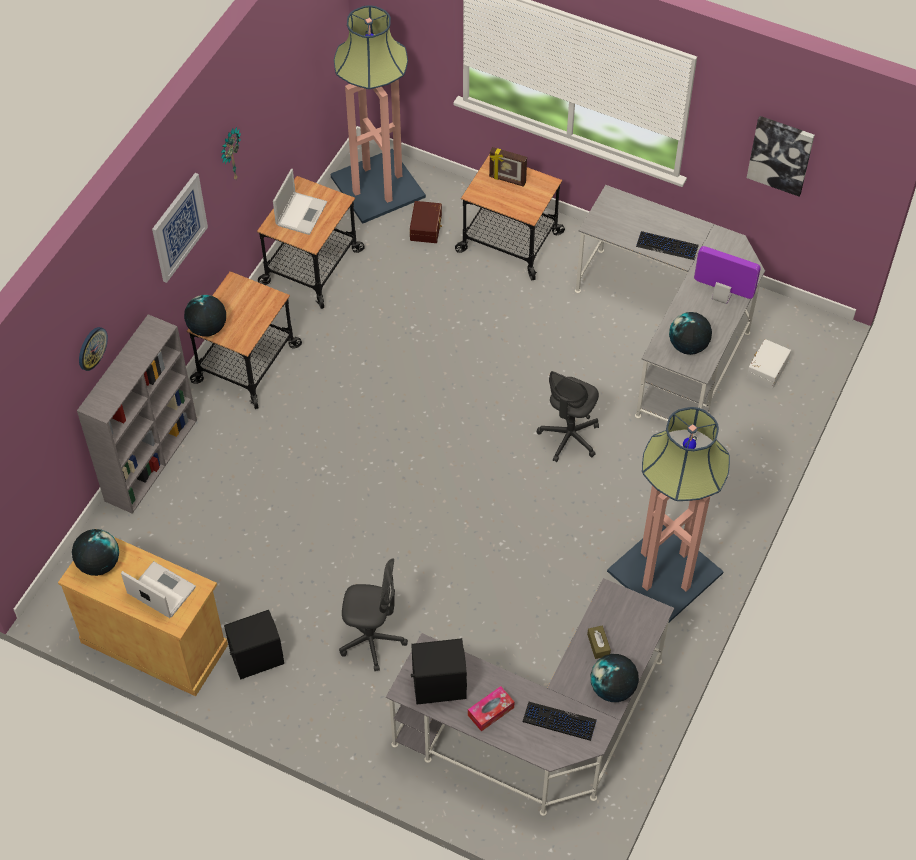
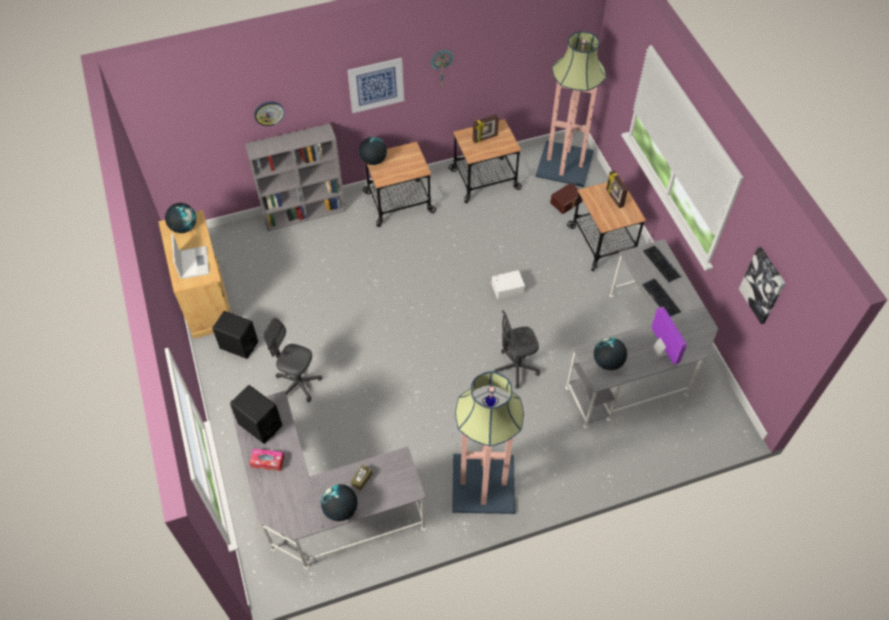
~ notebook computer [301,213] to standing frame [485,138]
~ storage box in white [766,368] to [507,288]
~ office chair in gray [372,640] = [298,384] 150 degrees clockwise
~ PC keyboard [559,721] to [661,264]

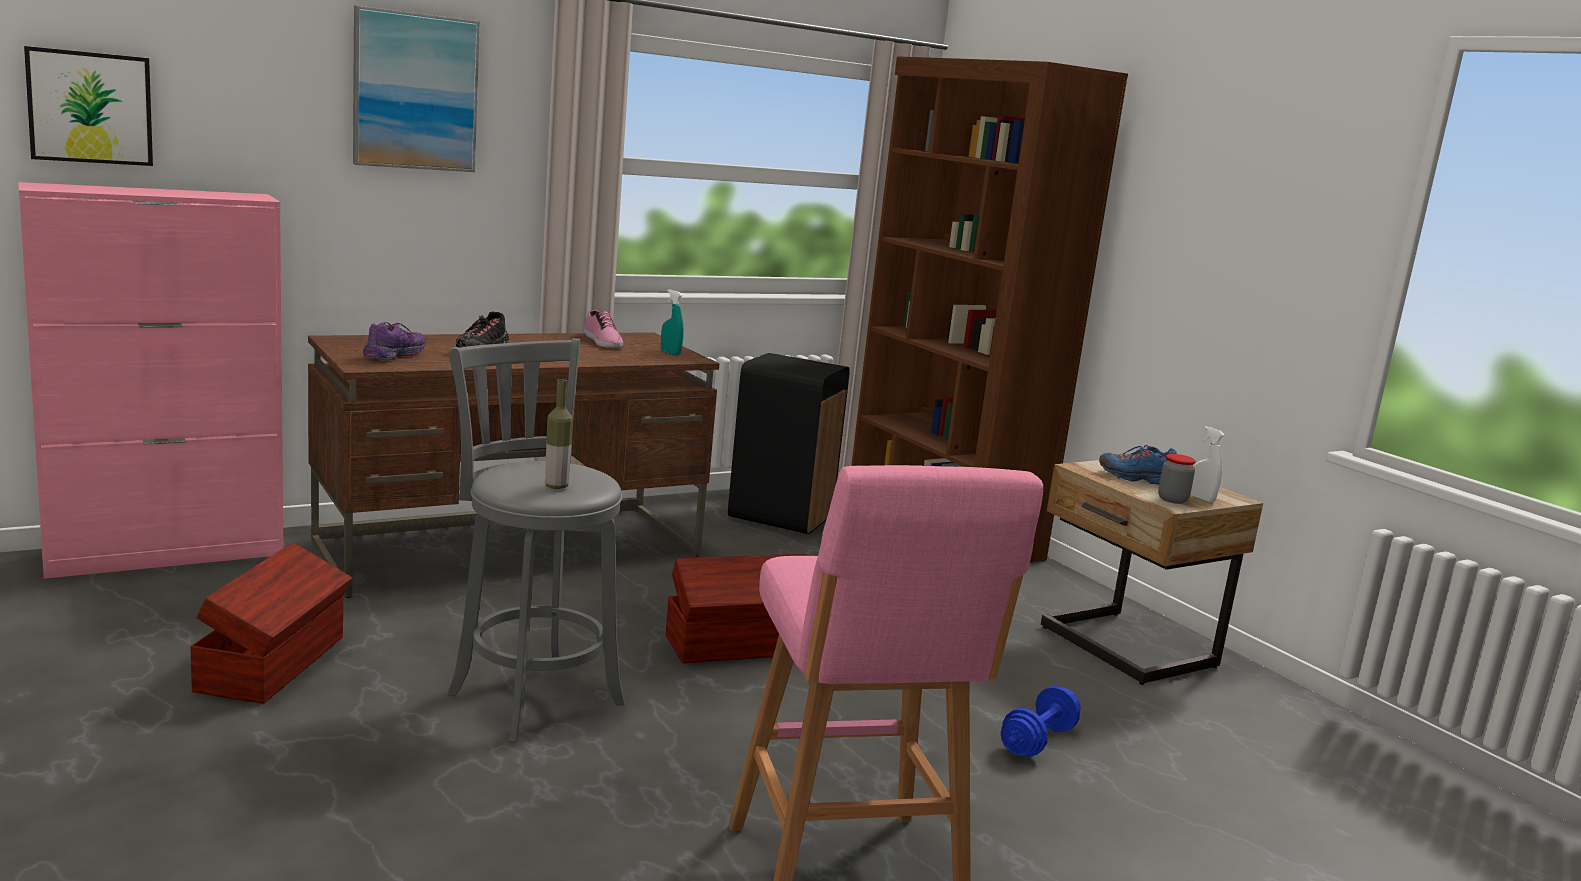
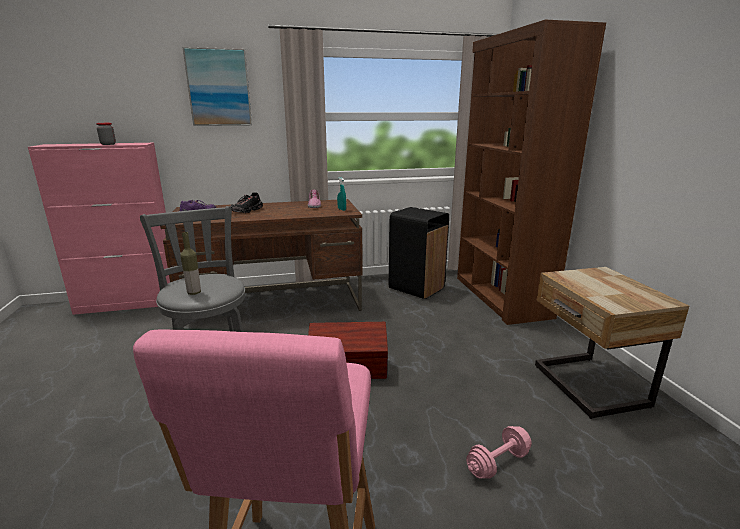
- wall picture [90,107]
- sprayer in white [1201,498]
- shoe in blue [1138,479]
~ jar [1172,500] to [108,144]
- storage box in brown-coloured [275,663]
~ hand weight in blue [1037,741] to hand weight in pinkish [497,463]

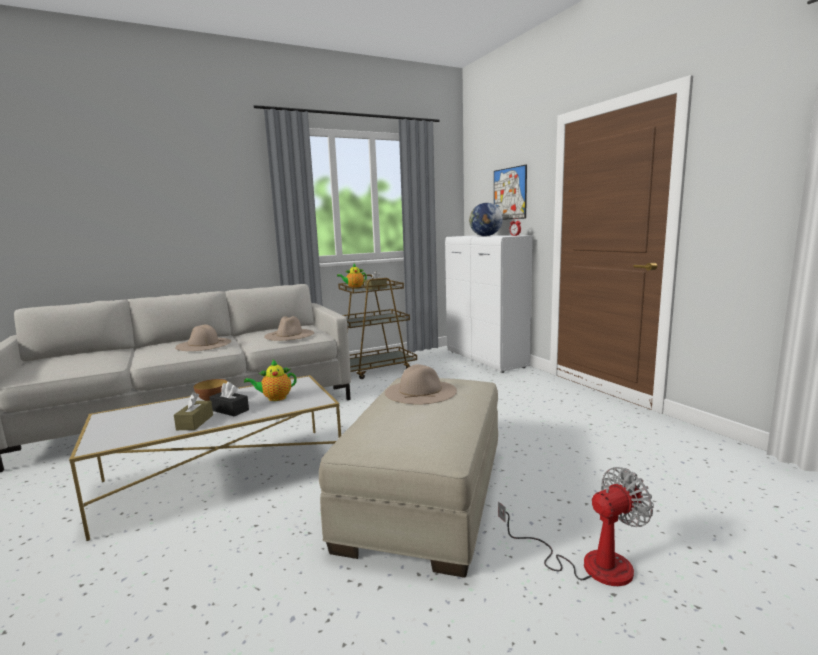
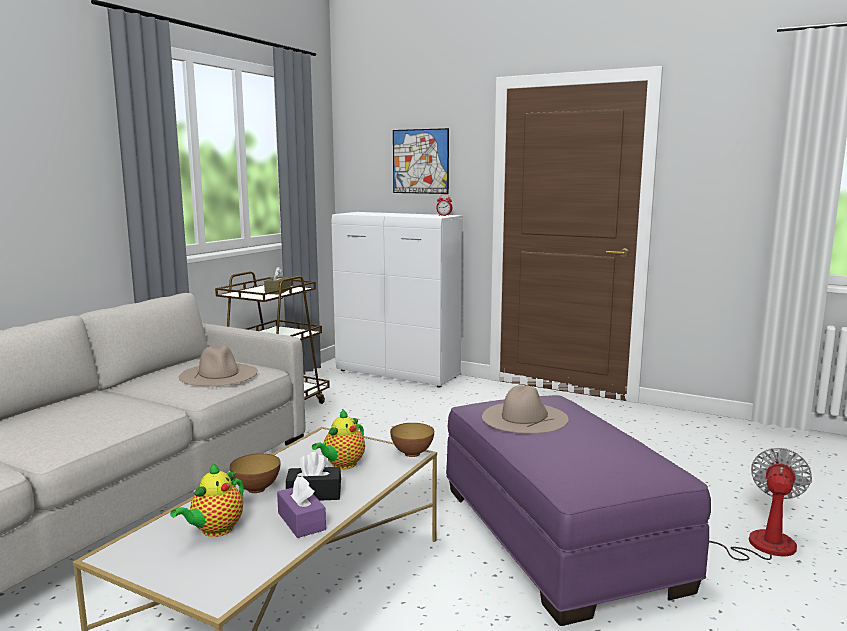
- desk globe [485,236]
~ pot for tea [354,288] to [215,530]
- hat in beige-coloured [203,344]
~ footrest in beige-coloured [426,493] to footrest in purplish [556,534]
~ box of tissues in brown-coloured [195,422] to box of tissues in purplish [301,521]
+ deep dish [412,454]

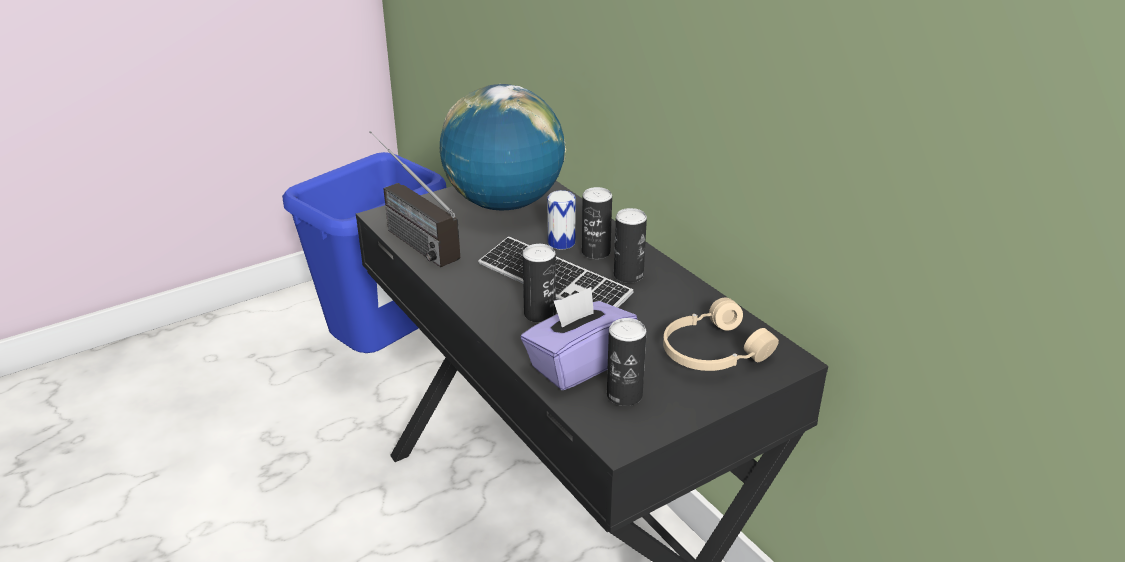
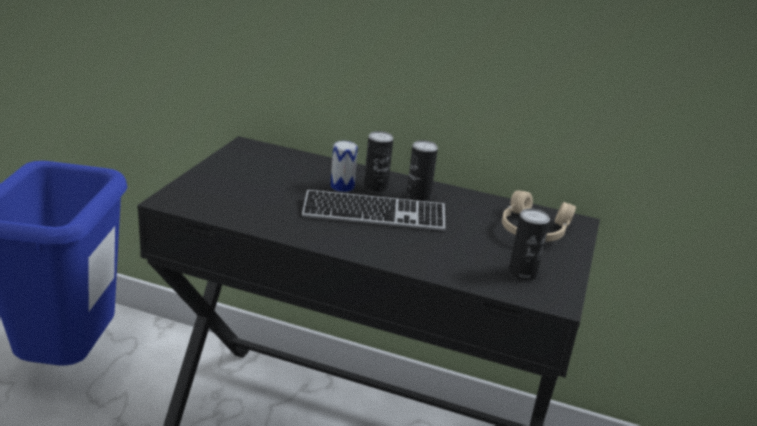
- desk globe [504,204]
- radio receiver [406,235]
- sealed can [540,314]
- box of tissues in purplish [578,364]

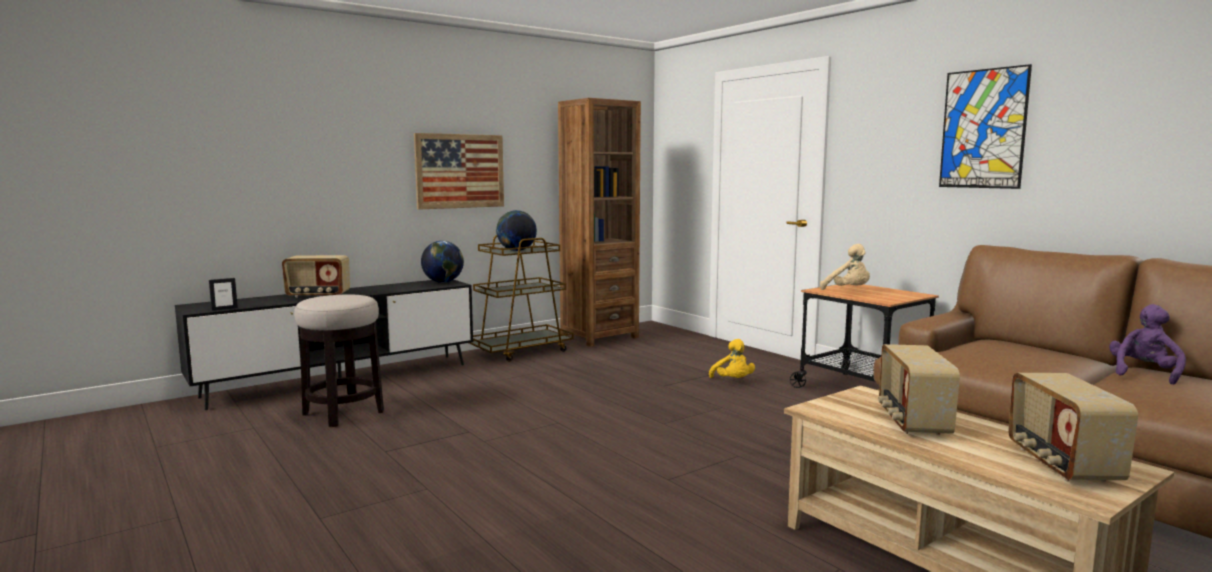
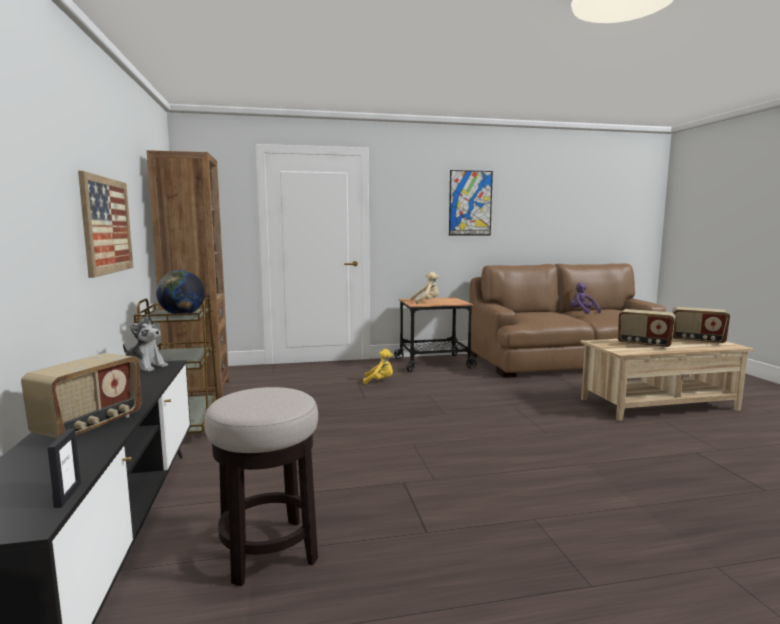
~ desk globe [443,282] to soft toy [145,367]

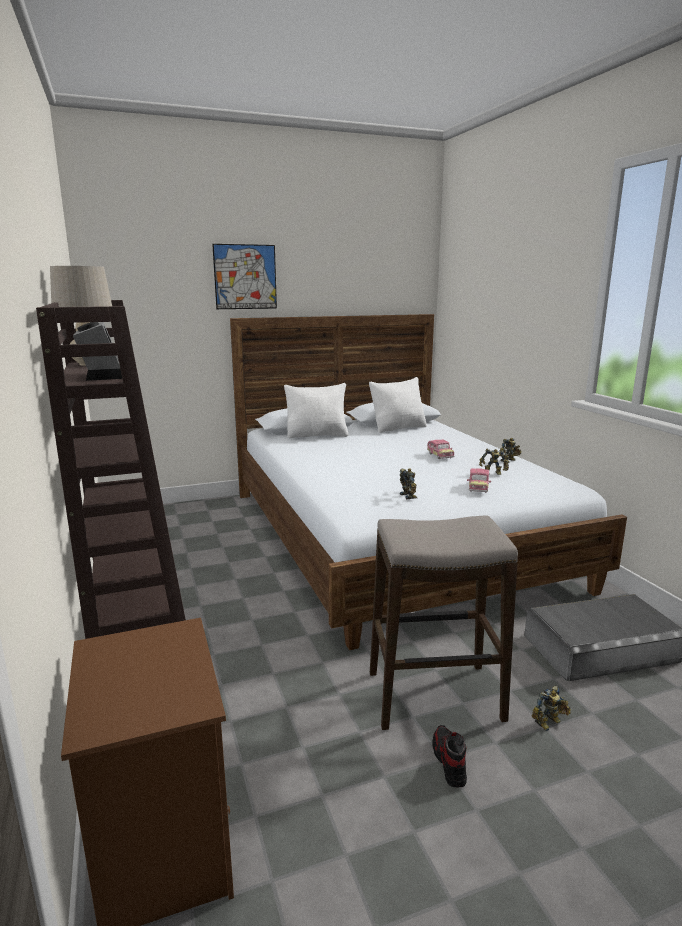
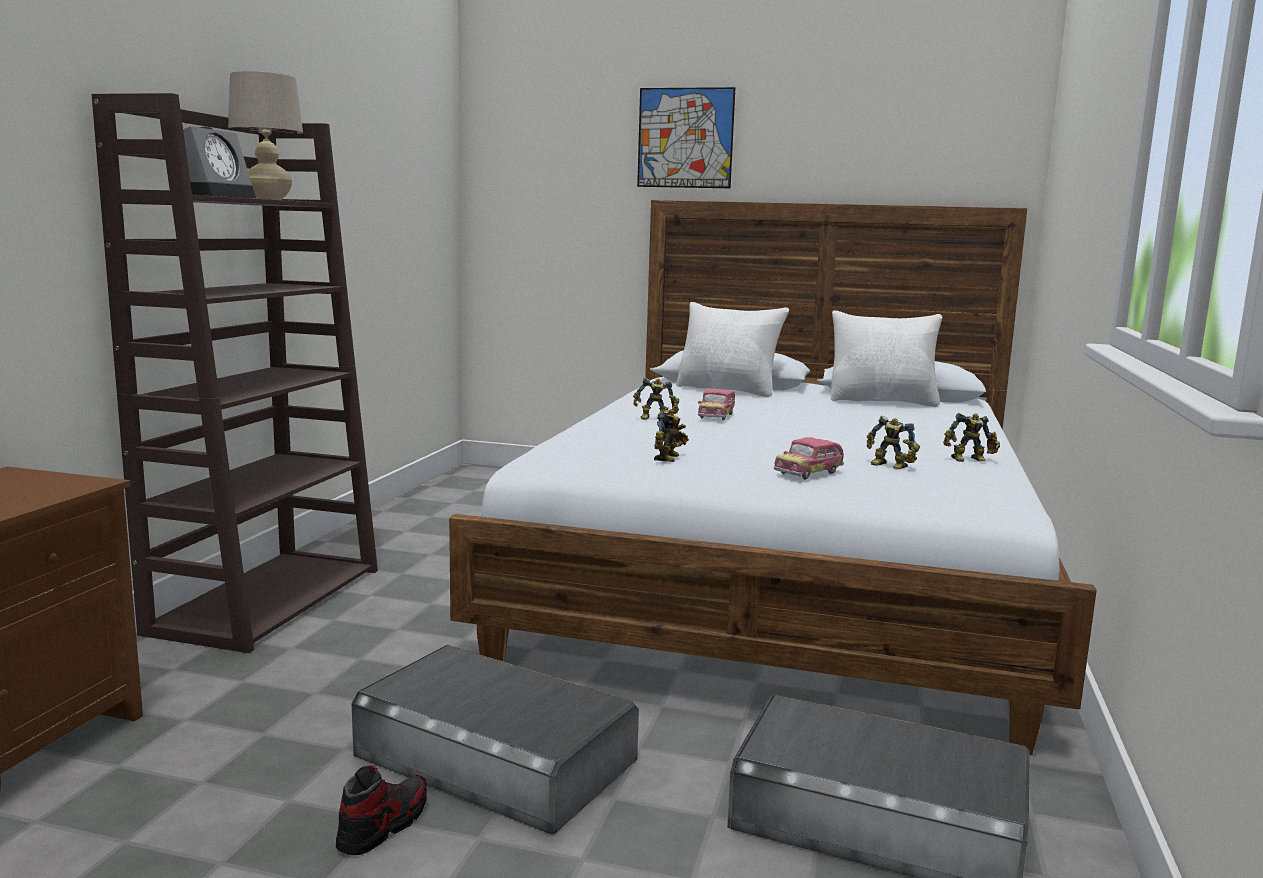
~ toy car [440,456] to [716,416]
~ stool [434,696] to storage box in gray [496,757]
~ toy robot [549,723] to [655,419]

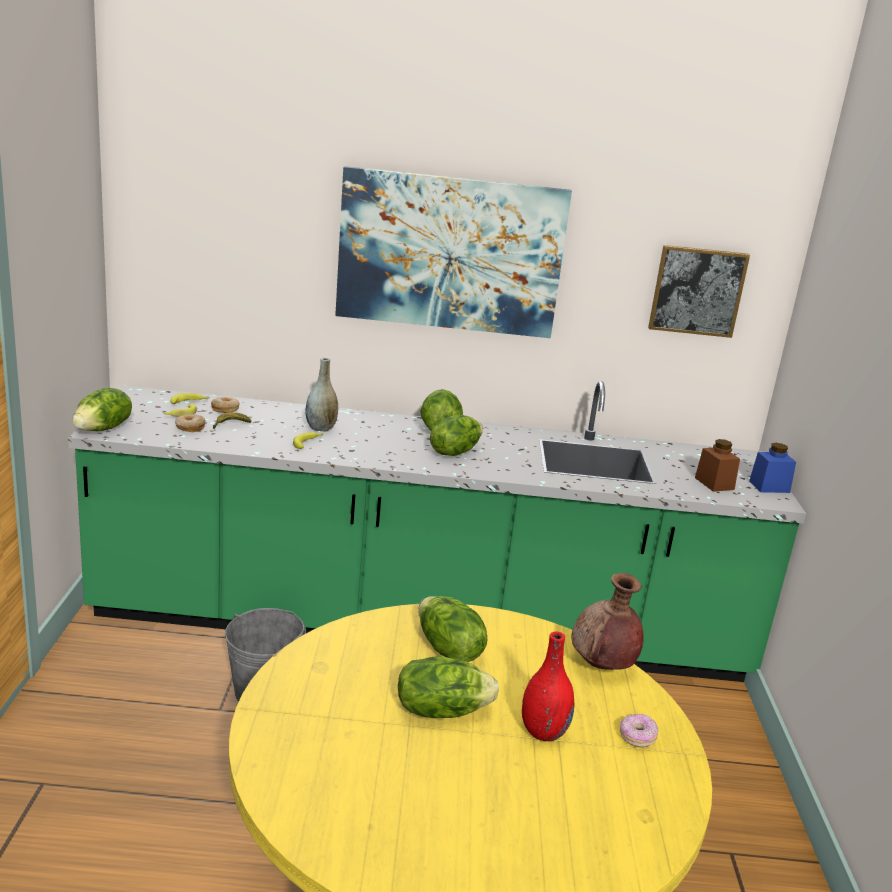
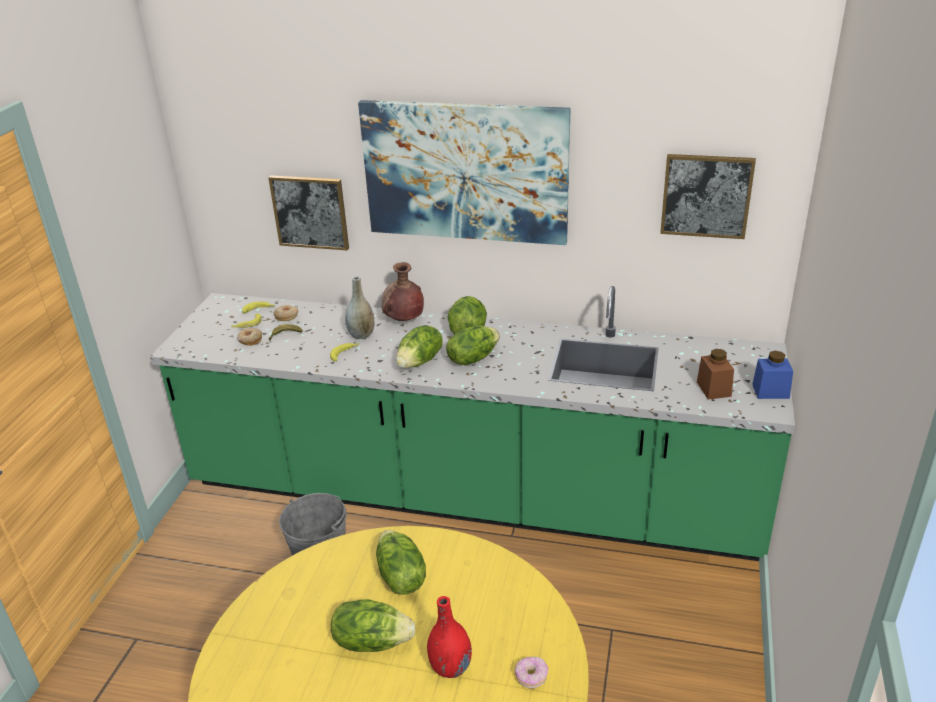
~ head of lettuce [104,429] to [420,362]
~ vase in brown-coloured [601,666] to [403,320]
+ wall picture [310,212]

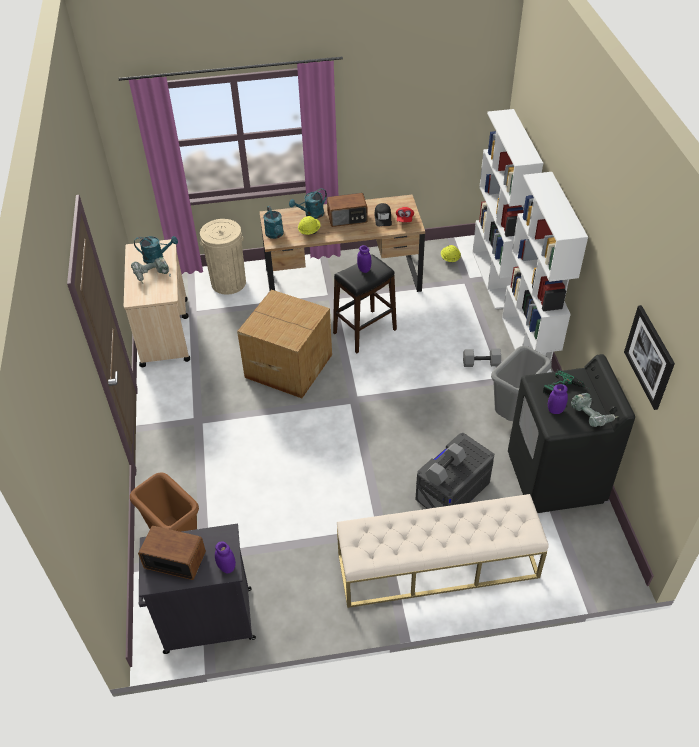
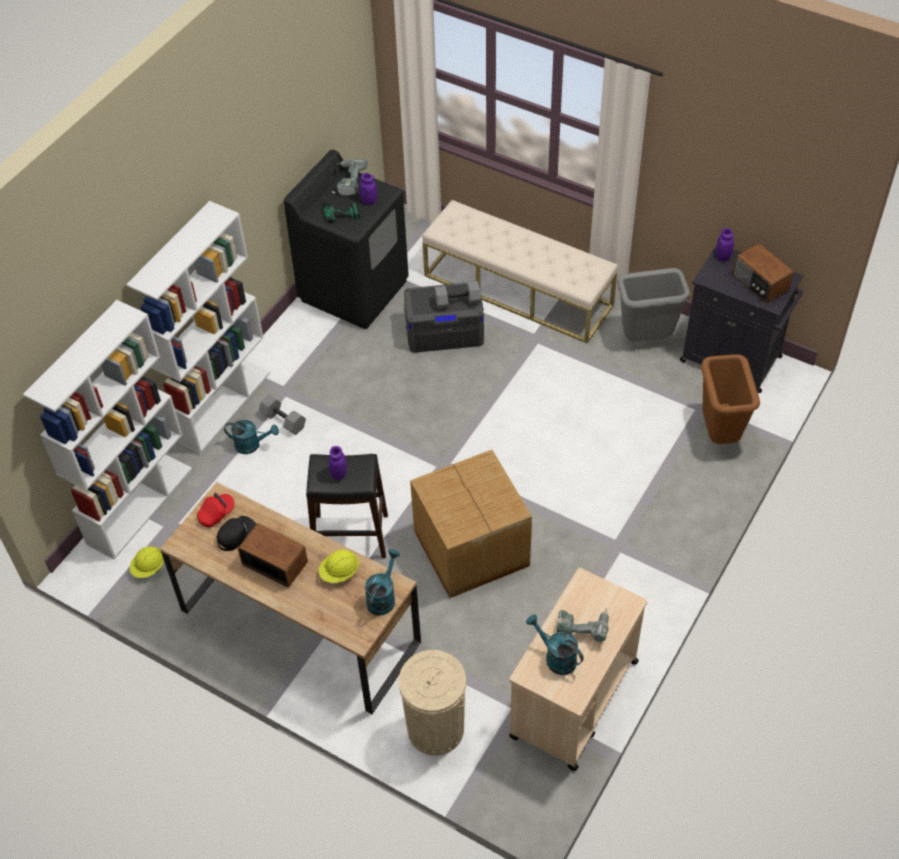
~ sprinkling can in turquoise [311,214] to [252,445]
- wall picture [650,357]
~ trash can in gray [513,413] to [646,339]

